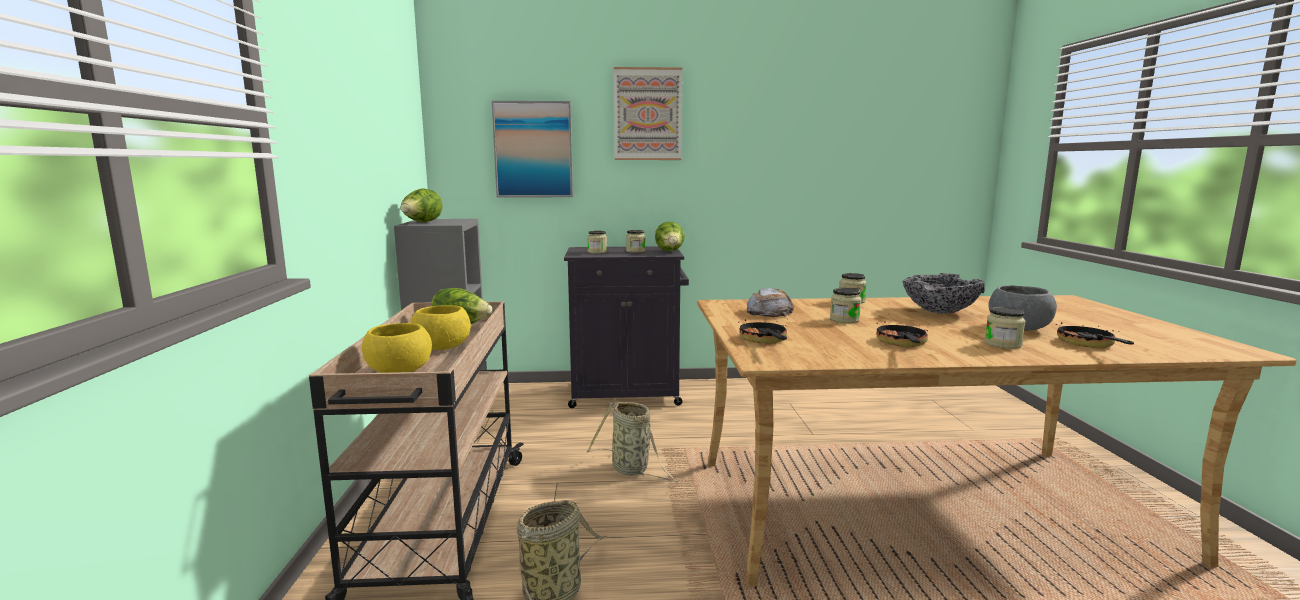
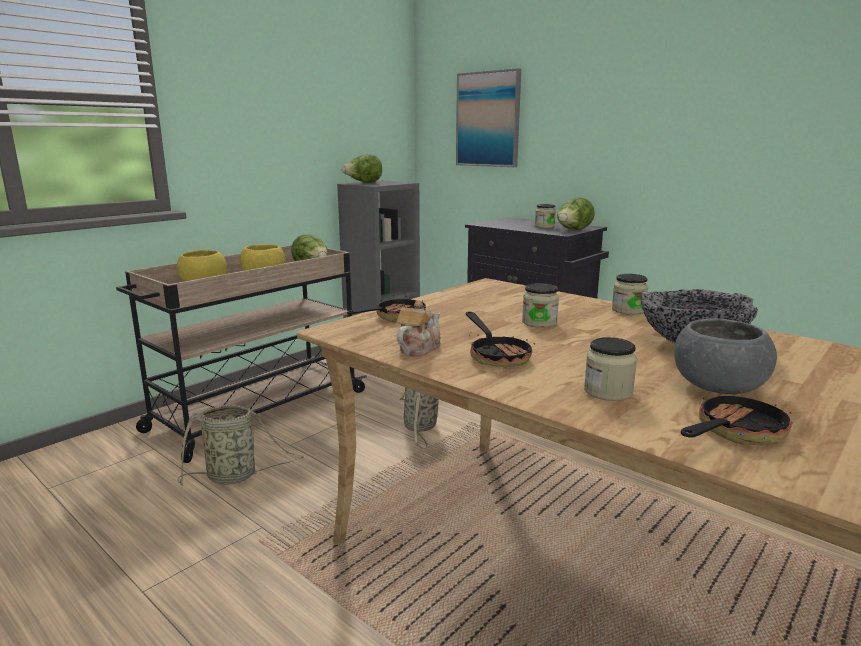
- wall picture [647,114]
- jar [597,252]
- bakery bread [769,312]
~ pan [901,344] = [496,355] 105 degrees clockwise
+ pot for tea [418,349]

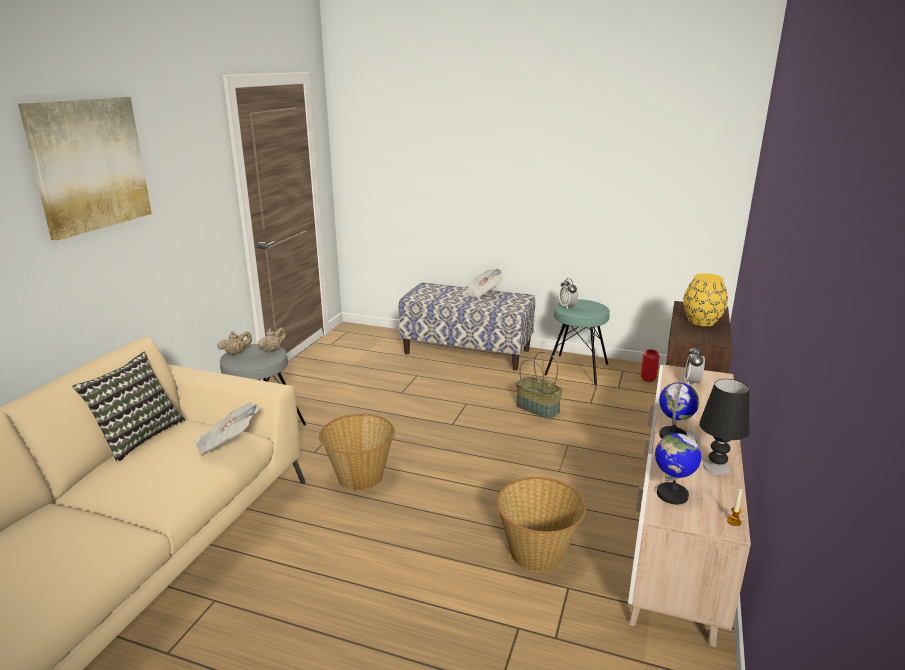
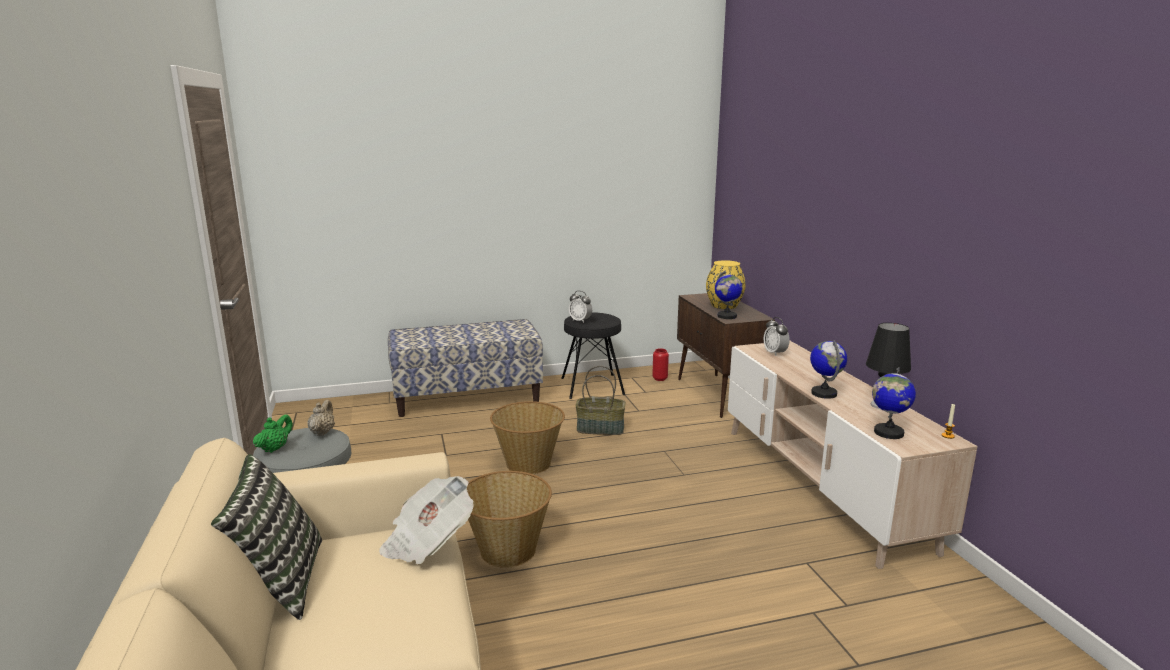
- wall picture [89,164]
- daily paper [482,293]
~ stool in turquoise [576,369] to stool in blackish [592,386]
~ pot for tea in beige-coloured [236,353] to pot for tea in greenish [275,448]
~ household basket [537,553] to [528,463]
+ desk globe [727,316]

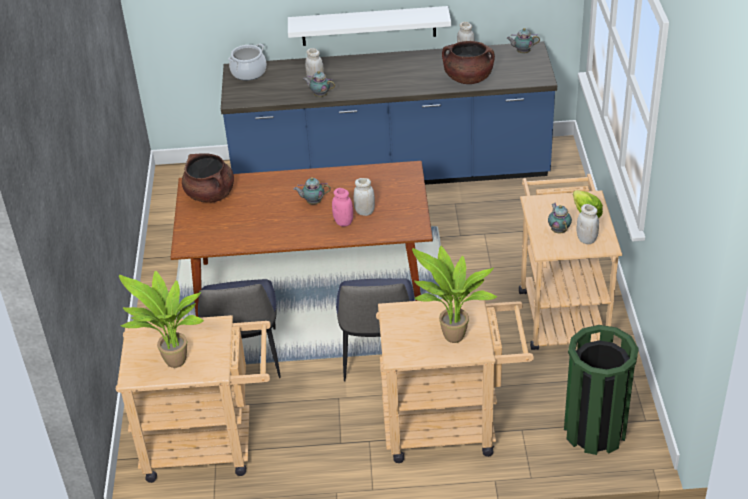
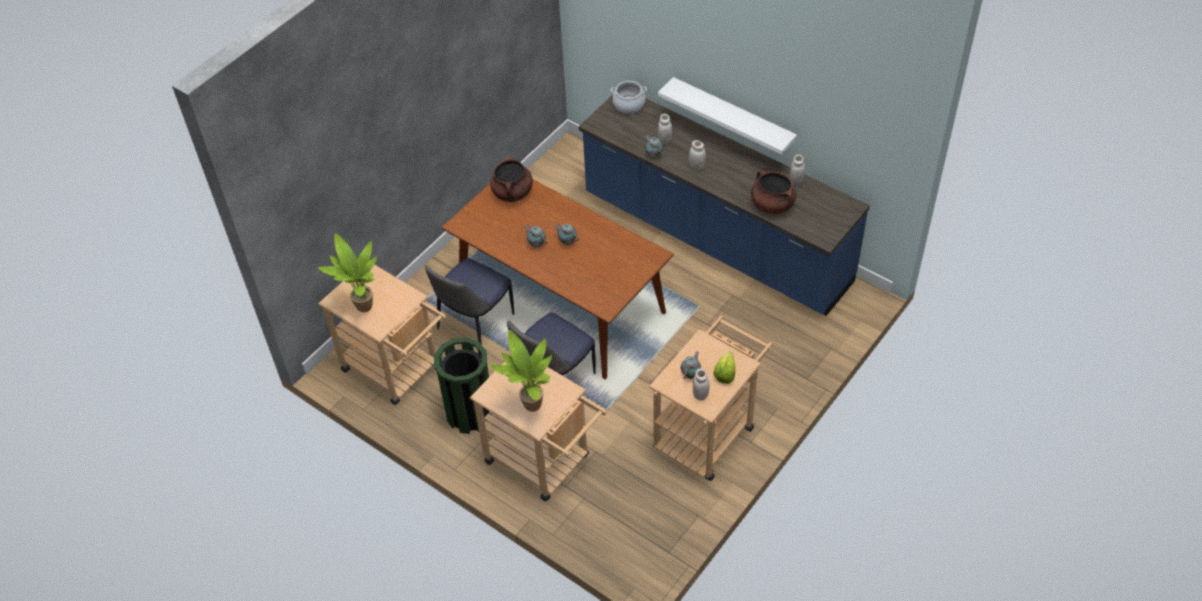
~ pot for tea [522,52] to [536,244]
~ jar in white [364,212] to [697,166]
- jar in pinkish [343,222]
~ trash can in greenish [594,430] to [470,413]

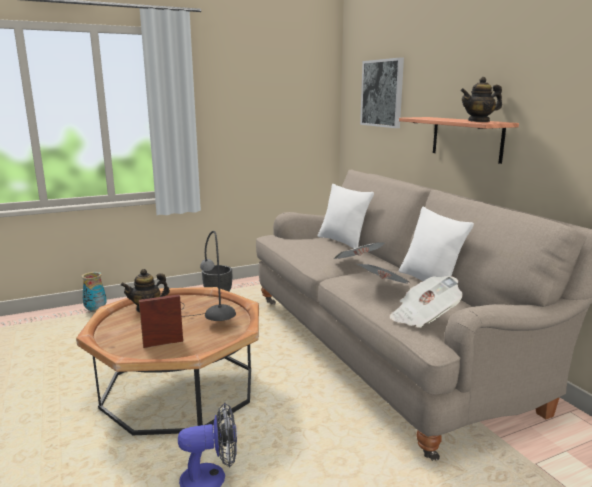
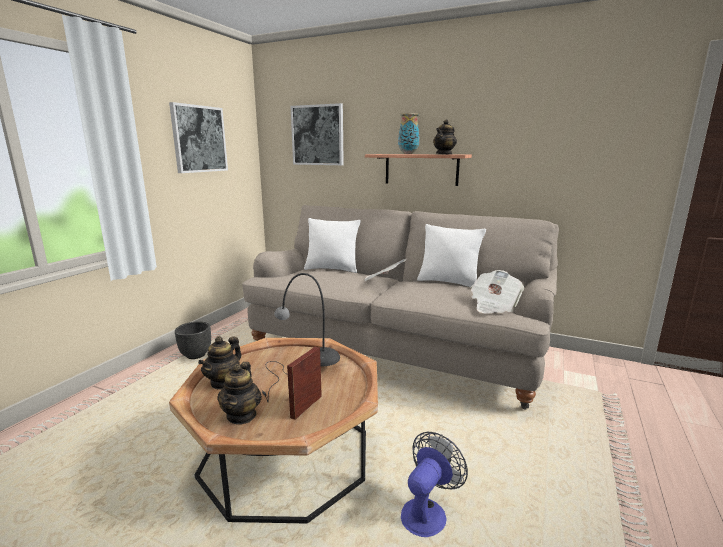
- daily paper [384,289]
~ vase [95,310] to [408,154]
+ wall picture [199,139]
+ pot for tea [242,415]

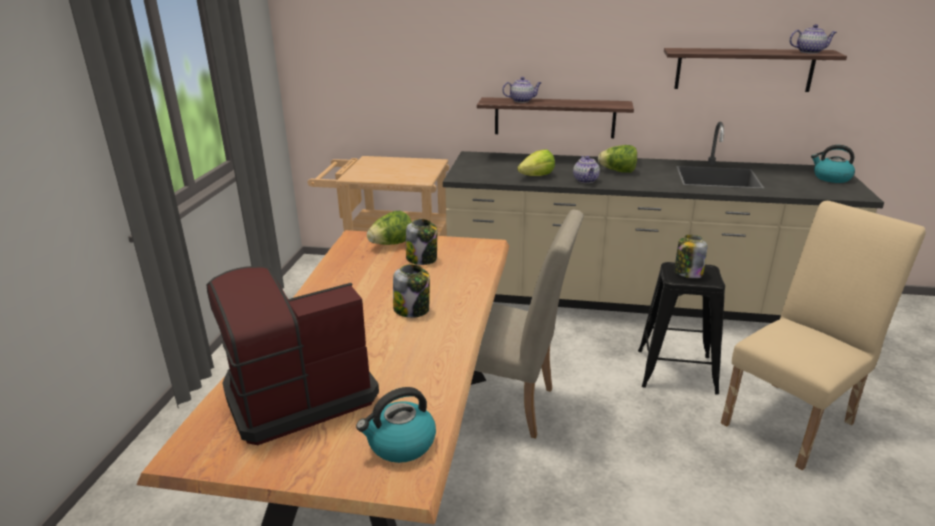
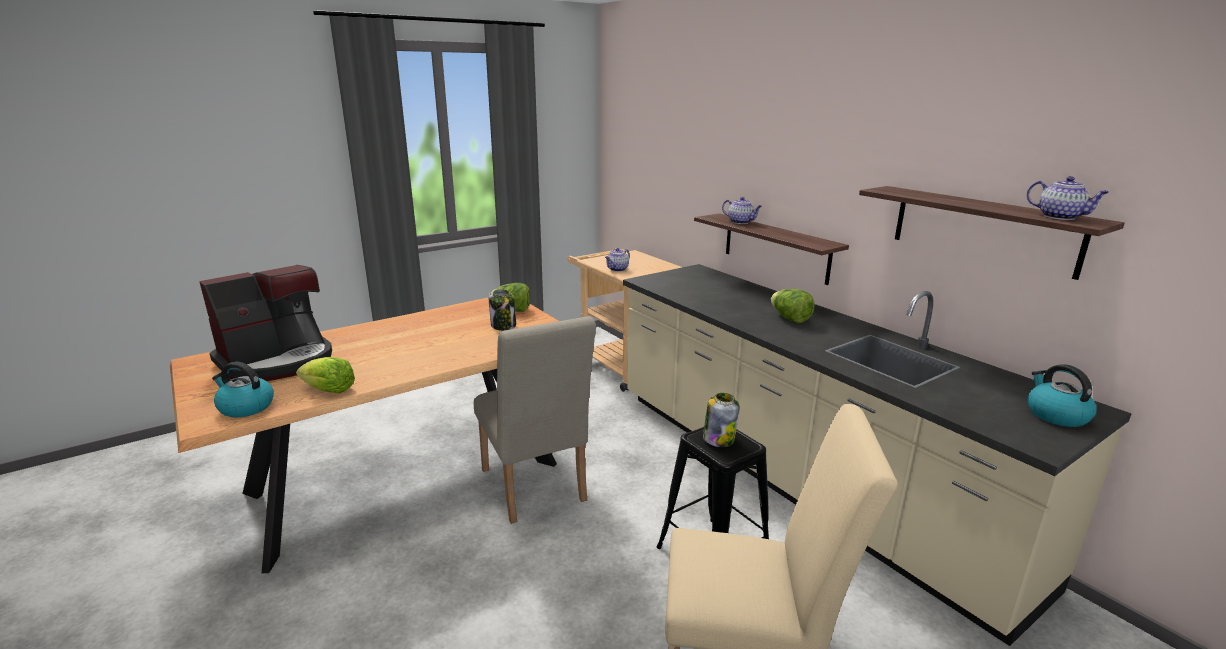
~ head of lettuce [537,176] to [329,390]
~ pot for tea [586,180] to [617,269]
- jar [412,310]
~ coffee maker [297,394] = [278,361] 120 degrees clockwise

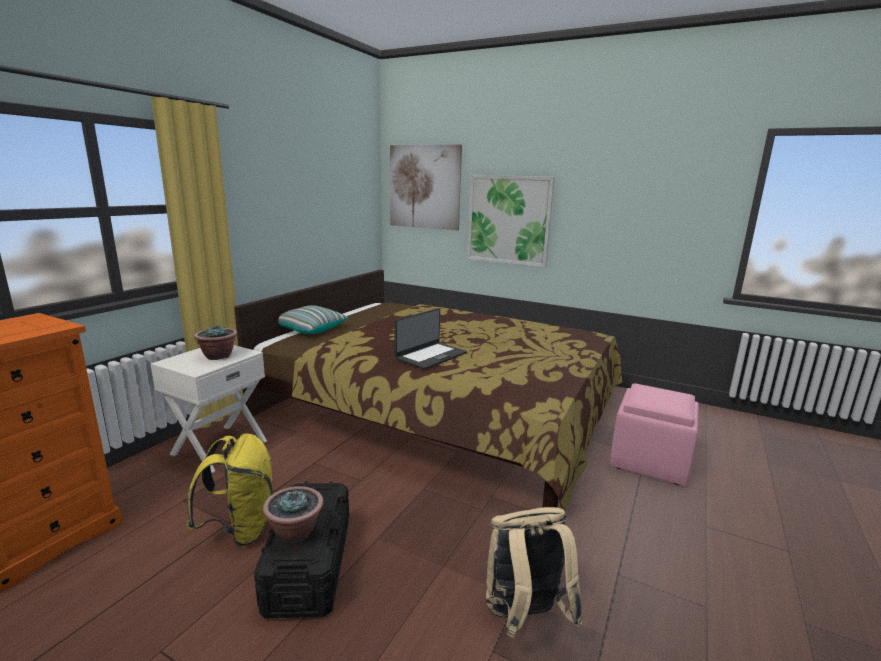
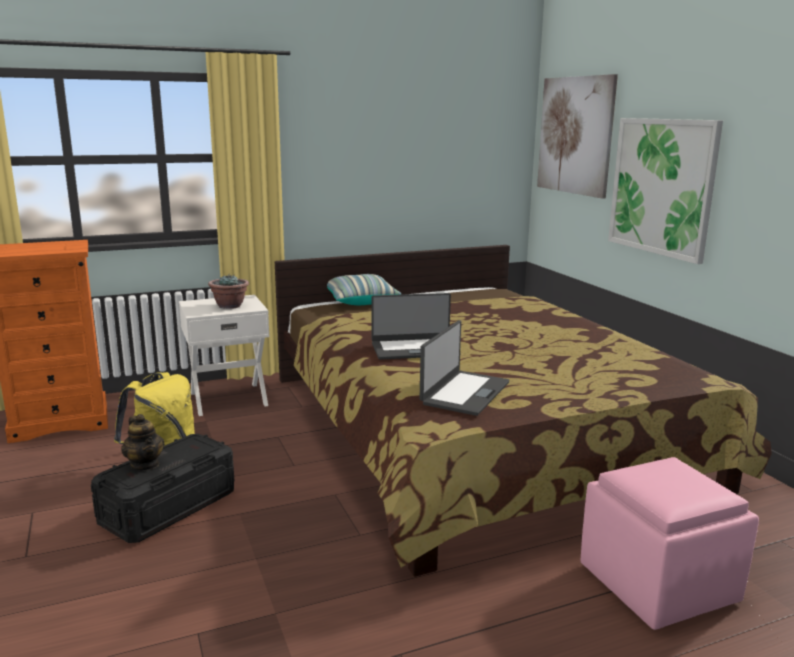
~ potted plant [295,532] to pot for tea [145,465]
- backpack in beige-coloured [524,617]
+ notebook computer [464,393]

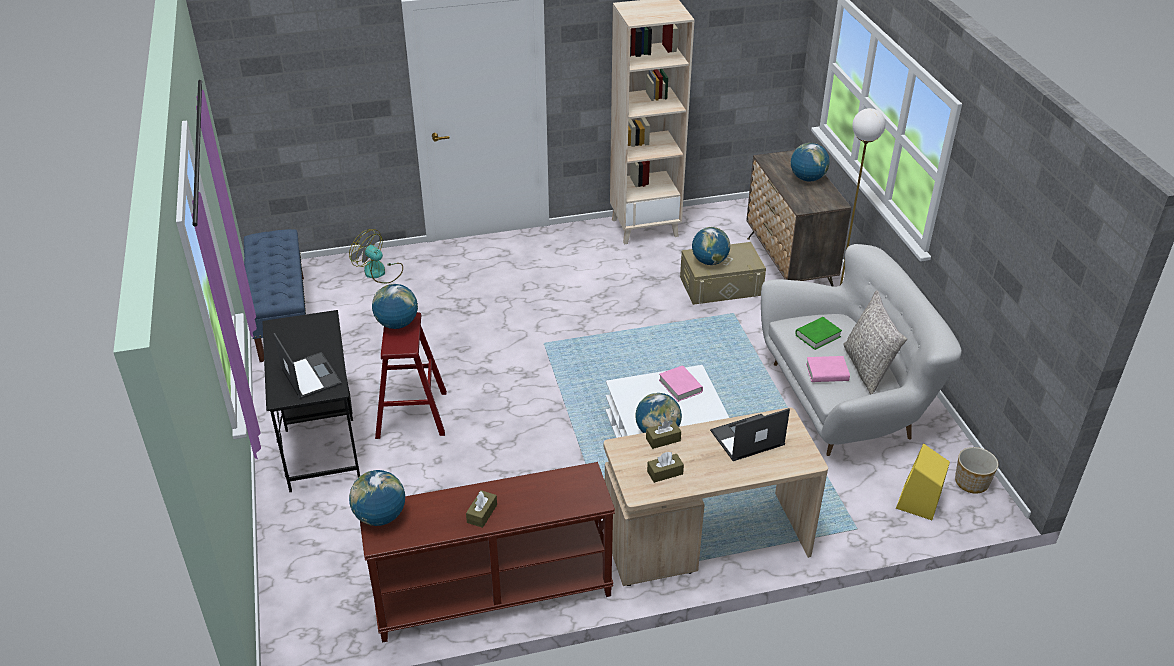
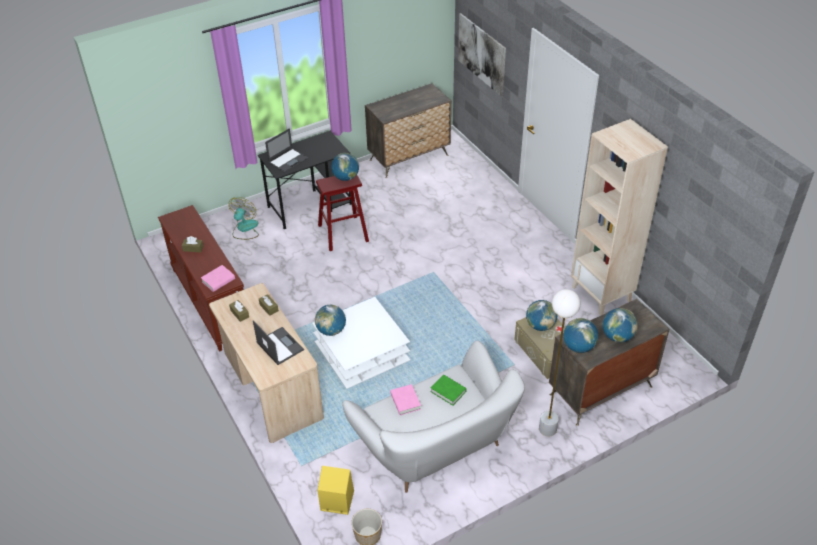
~ long seat in blue [282,317] to drawer chest [409,157]
~ fan [379,272] to [245,229]
- cushion in gray [868,368]
~ book in pinkish [680,386] to [218,280]
~ desk globe [380,516] to [578,347]
+ wall picture [481,54]

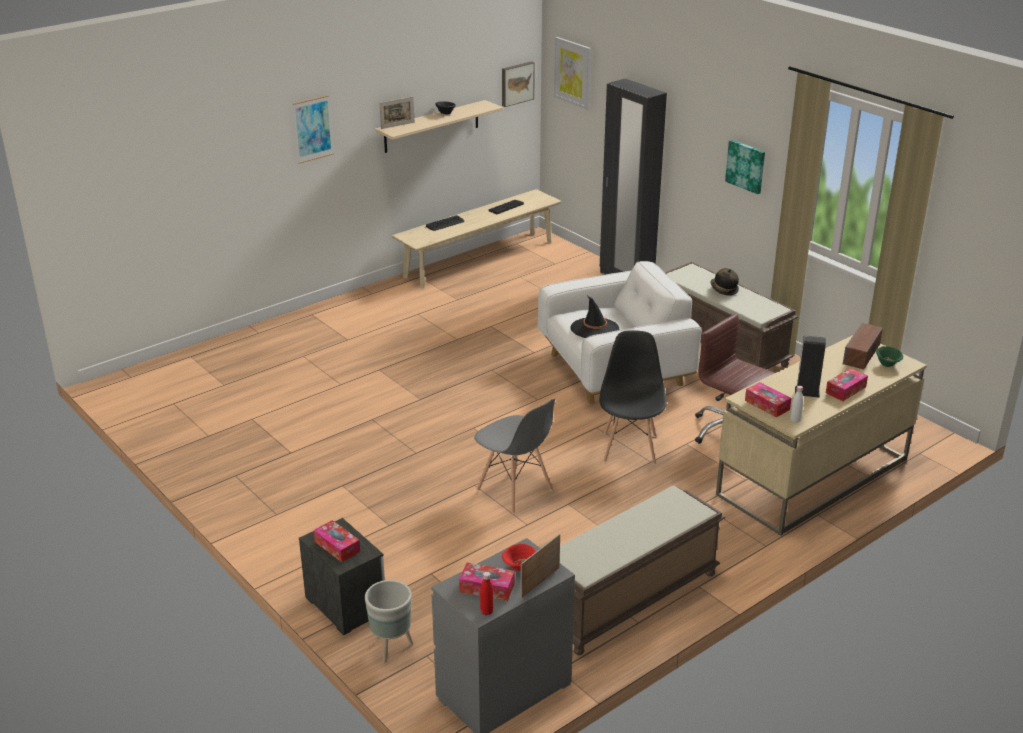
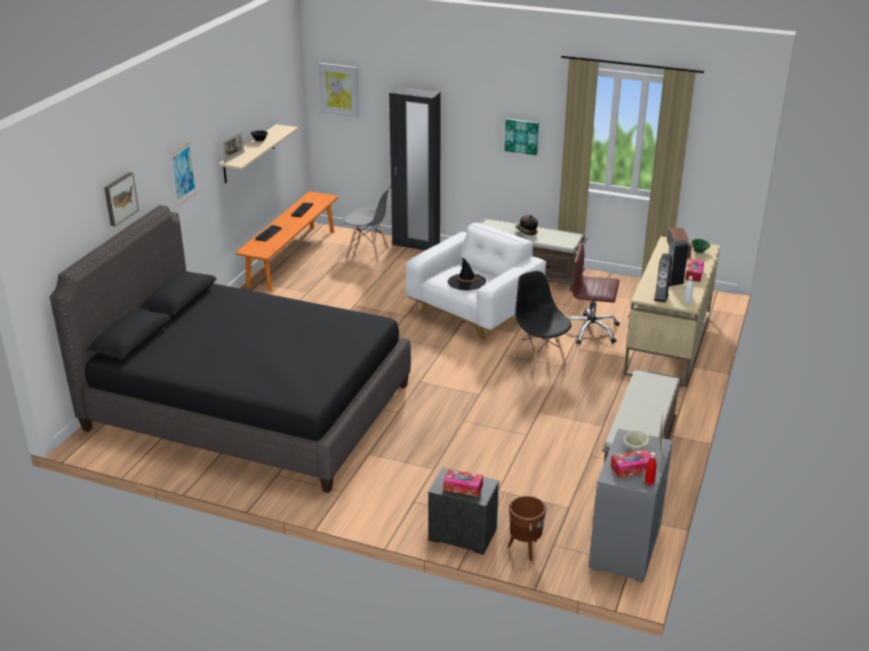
~ wall picture [516,83] to [119,198]
~ long seat in beige-coloured [479,259] to long seat in orange-coloured [292,257]
~ box of tissues [767,405] to speaker [661,297]
~ upright chair in gray [514,490] to [368,253]
~ deep dish in red-coloured [519,567] to deep dish in beige-coloured [635,448]
~ flower pot in gray [390,648] to flower pot in brown-coloured [524,549]
+ bedroom bed in blackish [249,407]

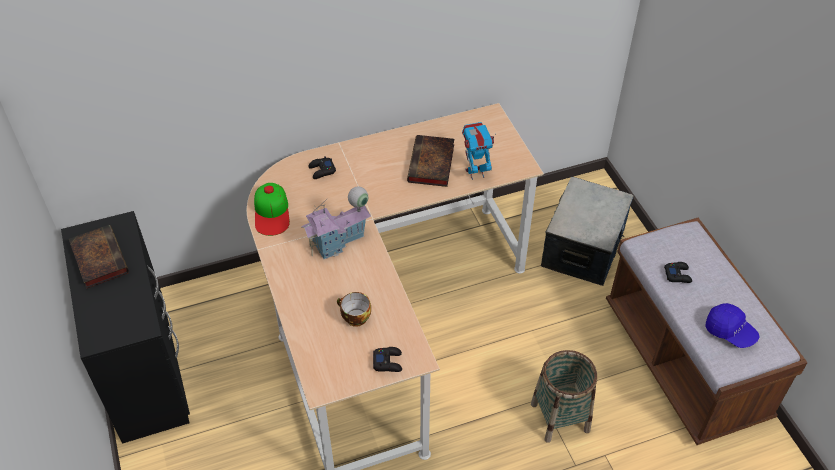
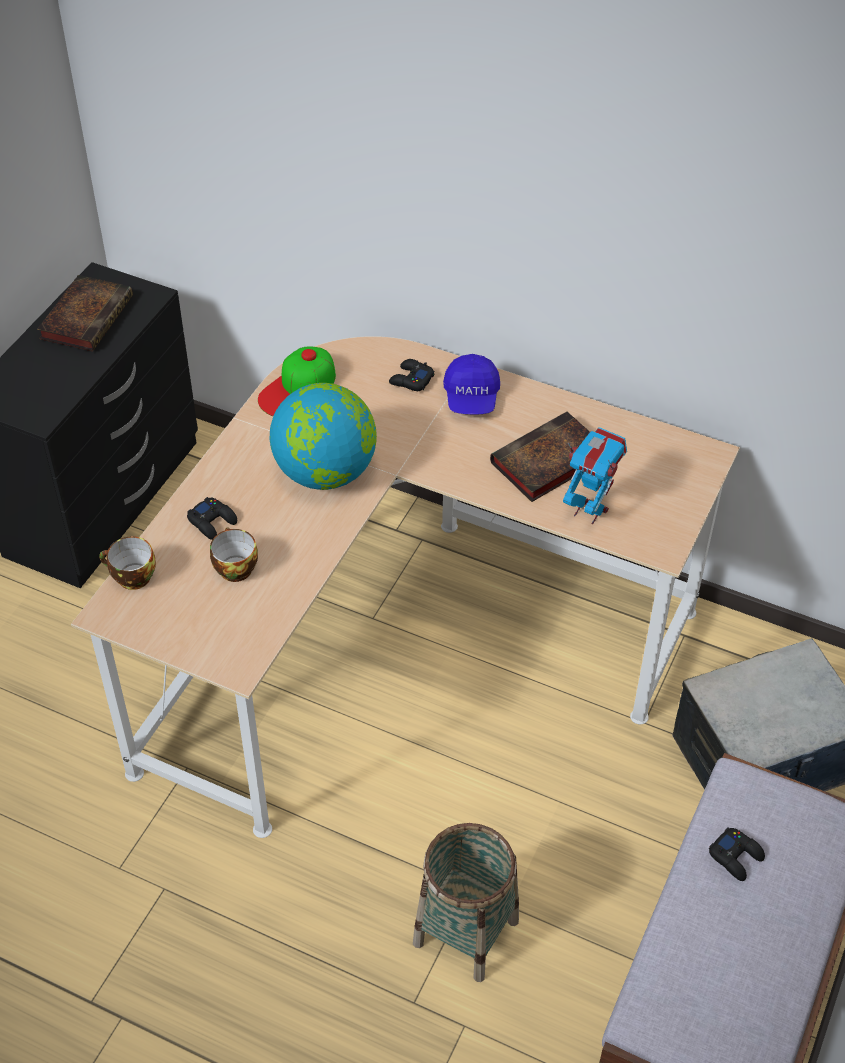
~ model house [339,241] to desk globe [326,473]
~ cap in blue [730,332] to [471,398]
~ game controller in blackish [388,362] to [212,522]
+ small cup [131,578]

